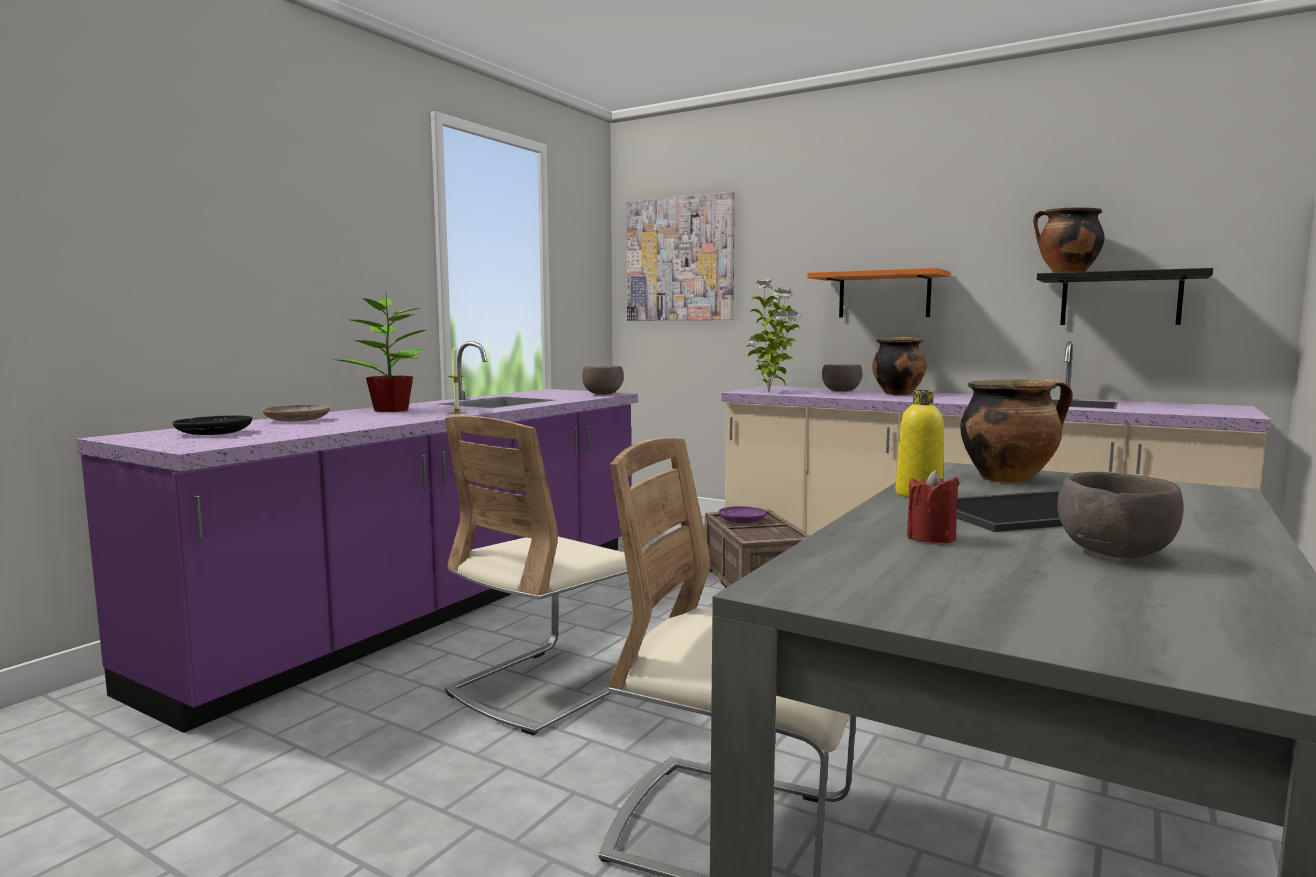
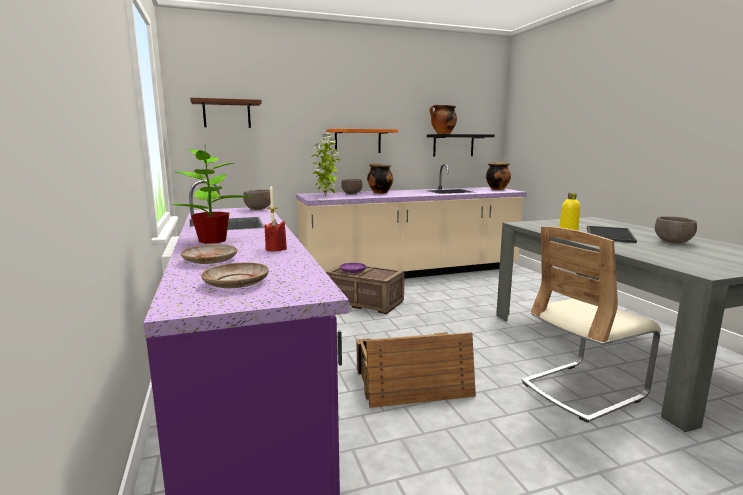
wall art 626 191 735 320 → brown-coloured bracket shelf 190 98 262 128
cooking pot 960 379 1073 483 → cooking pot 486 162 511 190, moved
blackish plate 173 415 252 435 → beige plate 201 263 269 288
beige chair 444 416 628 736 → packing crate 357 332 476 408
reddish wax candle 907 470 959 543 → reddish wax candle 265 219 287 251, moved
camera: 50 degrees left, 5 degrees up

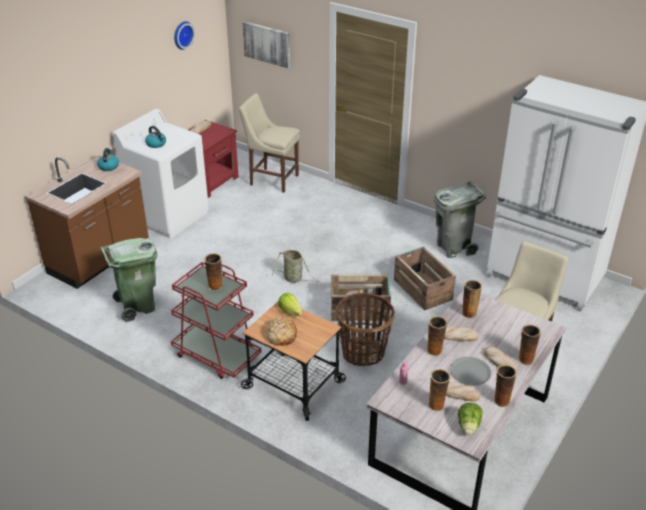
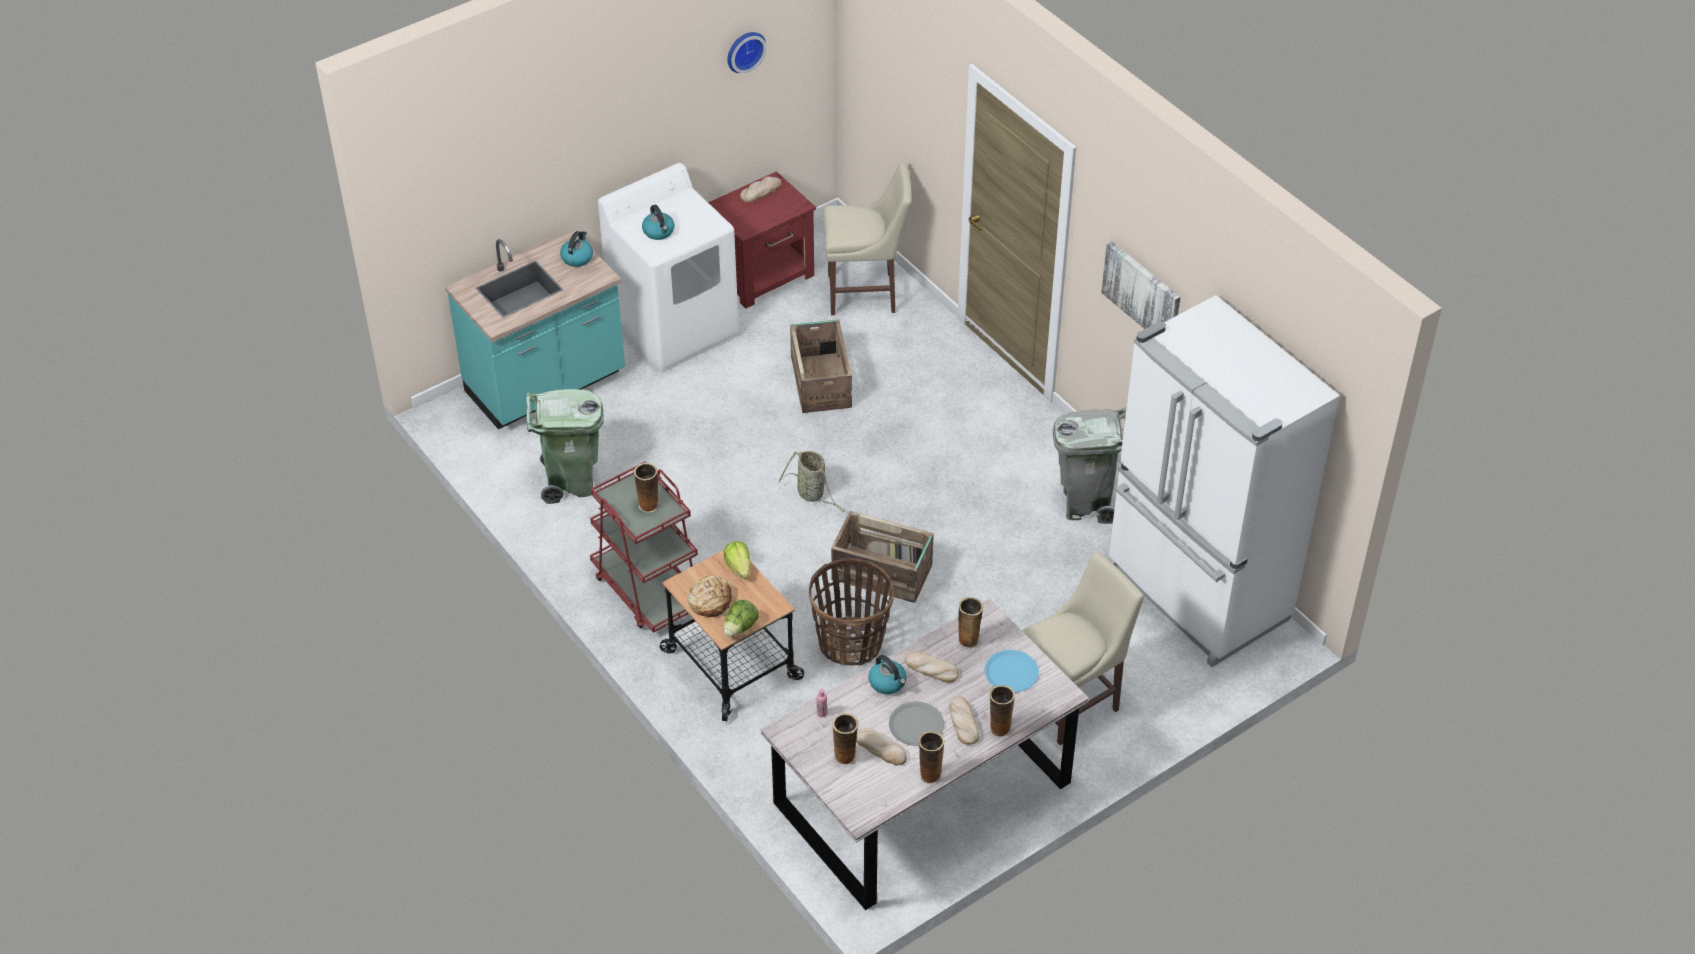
wall art 242 21 290 68 → wall art 1101 241 1180 329, moved
beige chair 239 93 300 193 → beige chair 823 163 912 315, 135 degrees clockwise
brown-coloured kitchen base unit 25 155 149 289 → turquoise-coloured kitchen base unit 445 230 625 429
packing crate 394 247 456 310 → packing crate 790 319 852 413, moved
vase 427 316 447 356 → tea kettle 868 655 907 694
lettuce head 458 402 482 435 → lettuce head 723 600 759 637, moved
- → blue-coloured plate 985 650 1039 692
camera: 20 degrees right, 10 degrees up

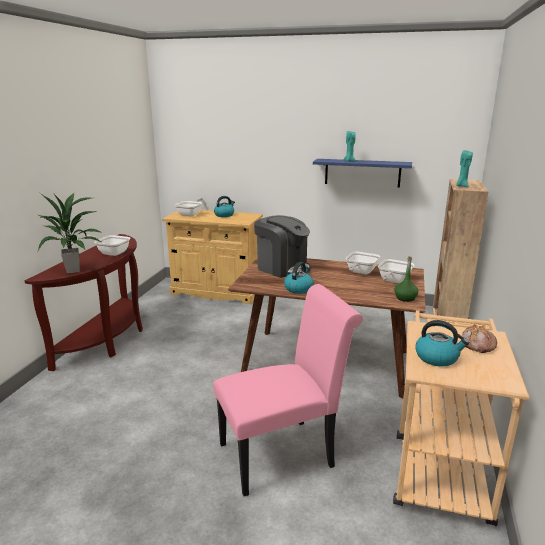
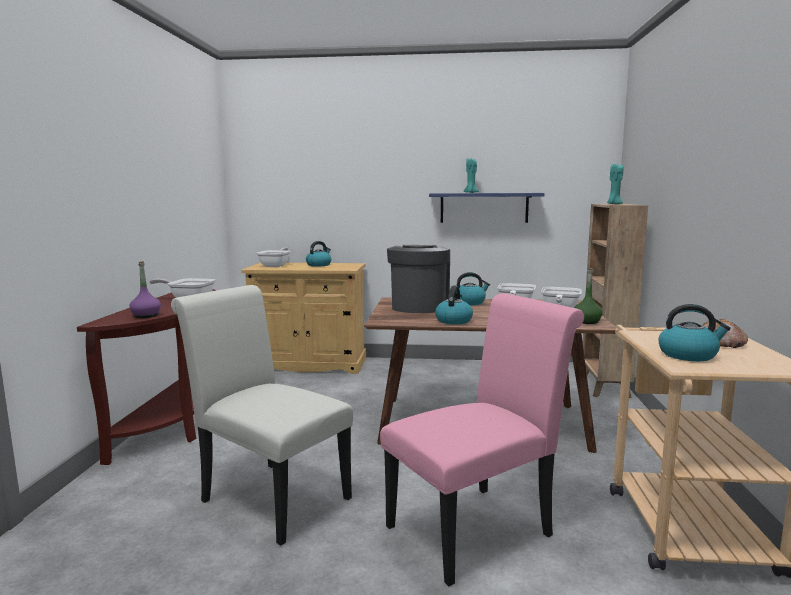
plant in a pot 36 193 103 274 → purple drink bottle 129 261 161 318
coffee brewer 254 215 311 278 → coffee brewer 387 245 450 313, 105 degrees counterclockwise
- → tea kettle 454 272 490 305
- → white chair 171 285 353 545
camera: 10 degrees left, 10 degrees down

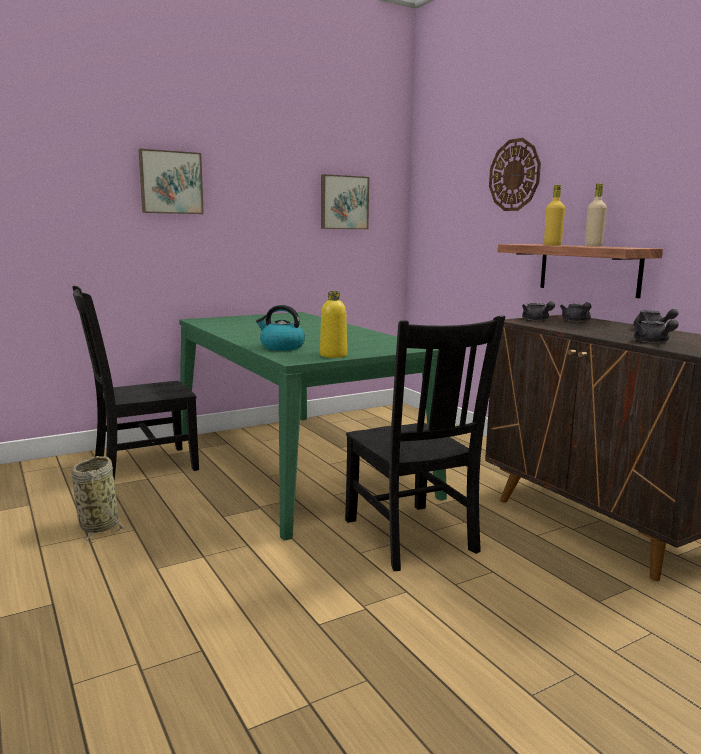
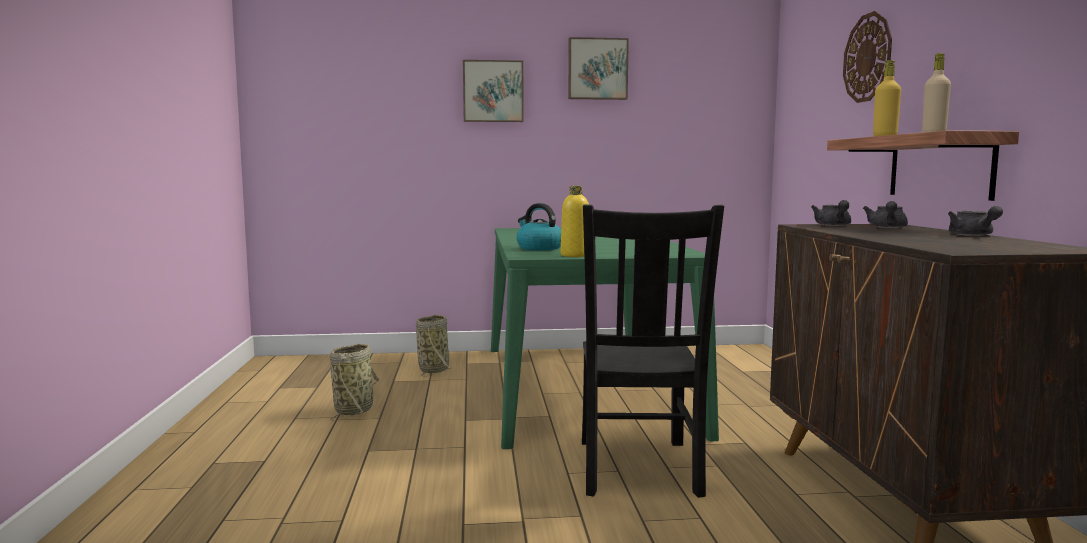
wall art 321 174 369 229 → wall art 568 37 629 100, moved
blackish chair 72 286 199 481 → storage basket 416 315 450 377
greyish teapot 634 320 679 343 → -
camera: 25 degrees right, 5 degrees down

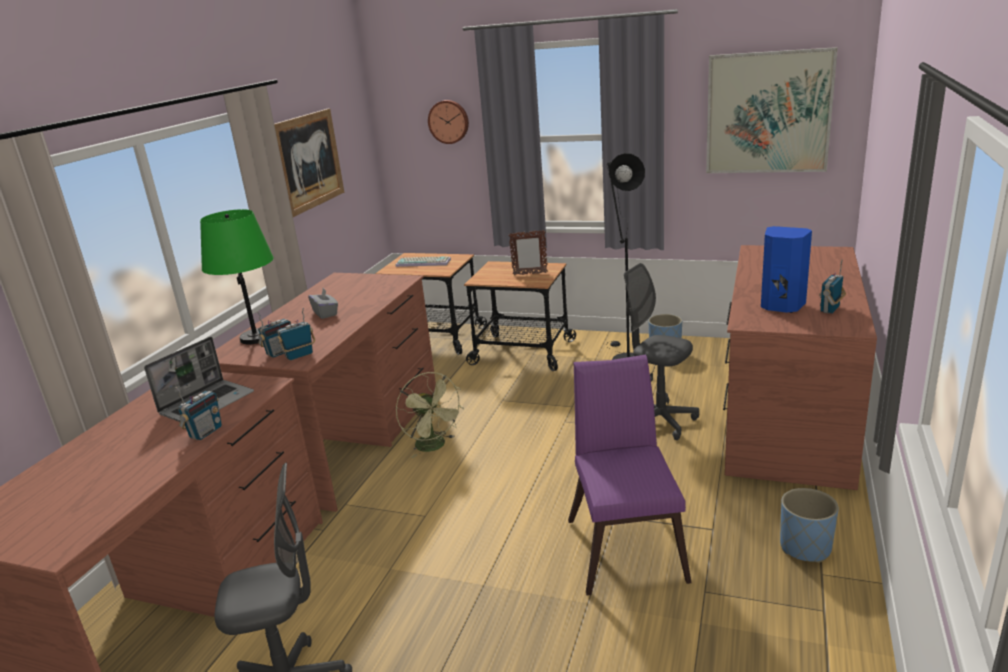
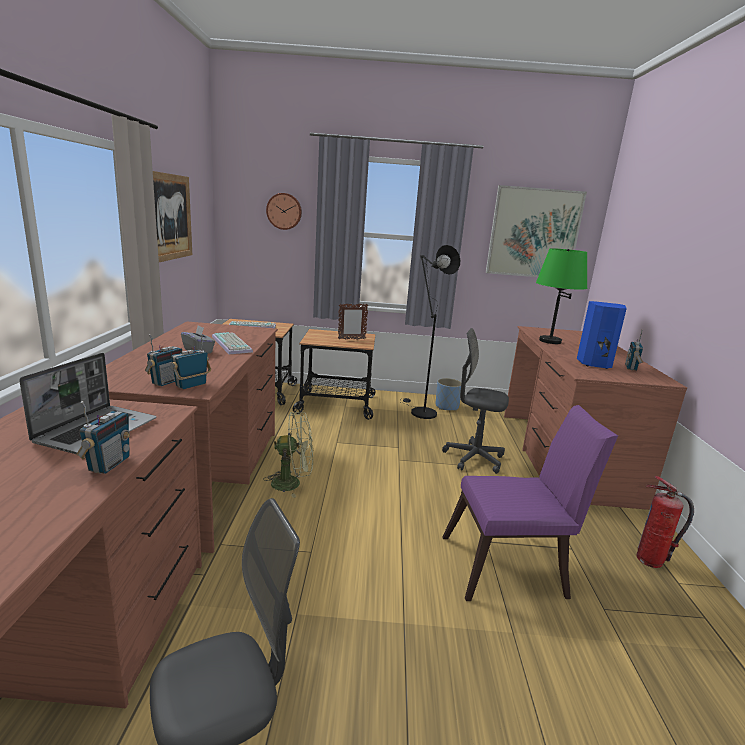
green lamp for a table 200 209 274 345 → green lamp for a table 536 248 587 344, moved
purple chair 568 355 692 595 → purple chair 442 405 618 601, 105 degrees clockwise
green electric fan 396 372 464 458 → green electric fan 263 412 313 498, 45 degrees counterclockwise
blue-coloured flower pot 780 488 839 563 → fire extinguisher 636 476 694 568
- → keyboard 212 332 253 354
camera: 20 degrees left, 5 degrees down

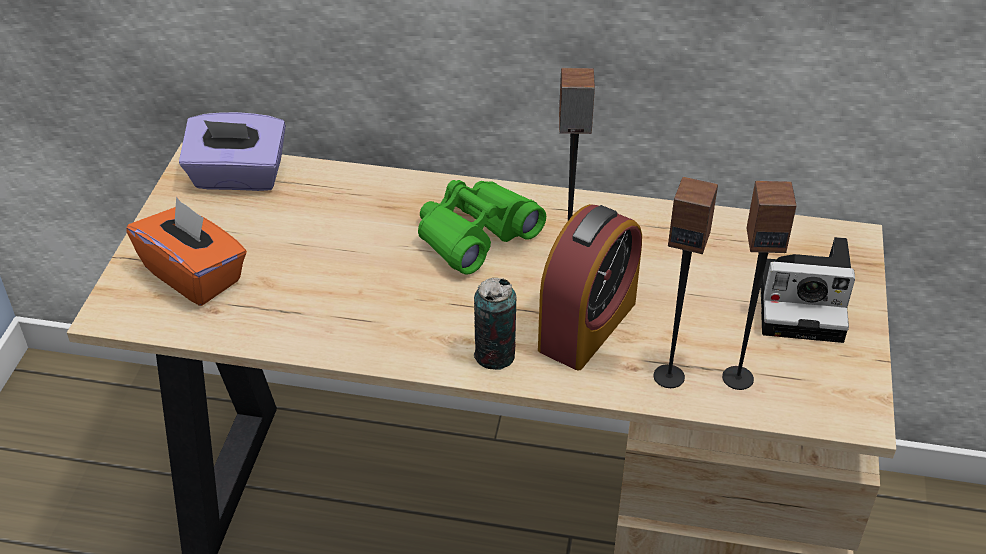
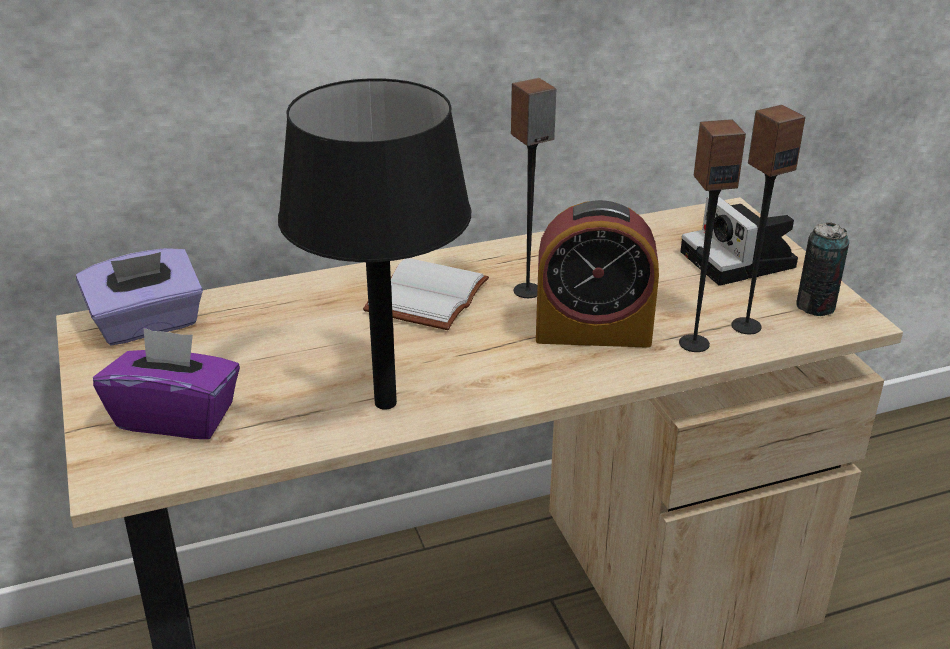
green field glasses 418 180 546 274 → white volume 363 258 489 330
orangey tissue box 126 197 247 306 → purple tissue box 93 328 240 439
bedside clock 538 204 642 370 → bedside clock 536 200 659 348, 90 degrees clockwise
photo camera 761 237 855 343 → photo camera 680 196 798 286, 90 degrees clockwise
can 474 278 517 370 → can 796 222 849 316, moved
- → blackish lamp for a table 278 78 471 410
camera: 30 degrees left, 10 degrees down

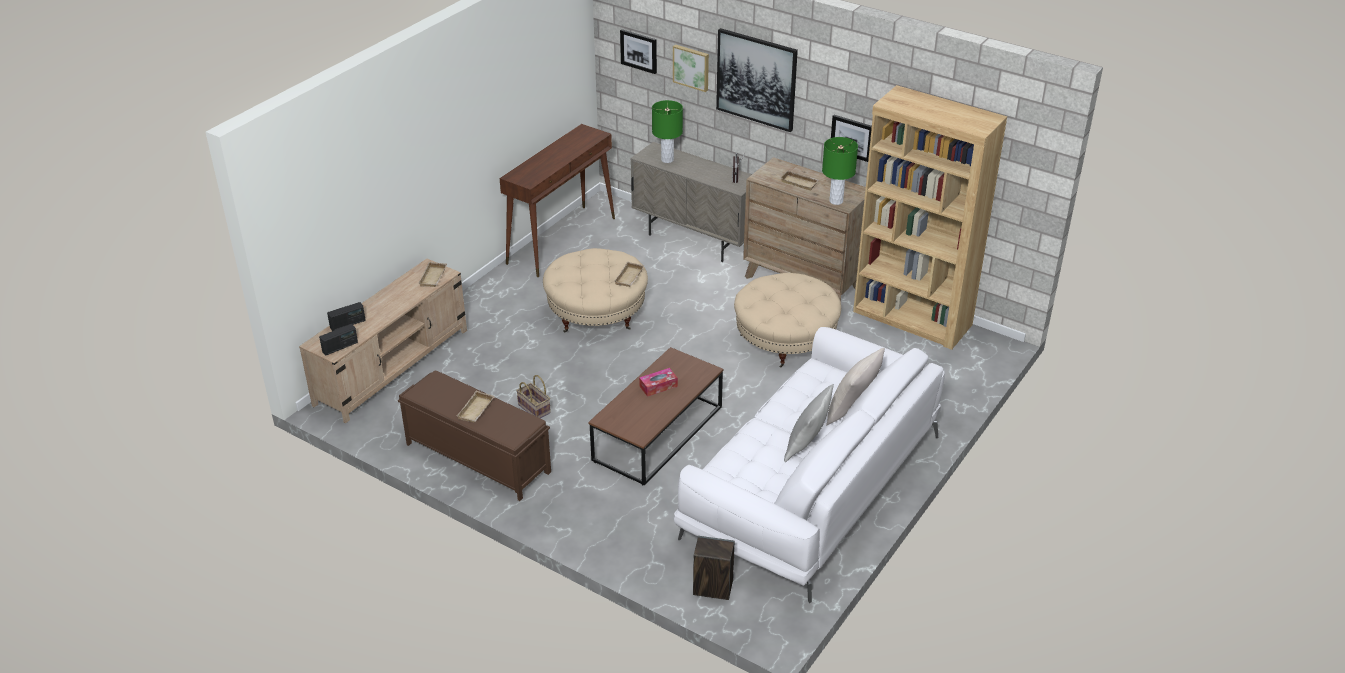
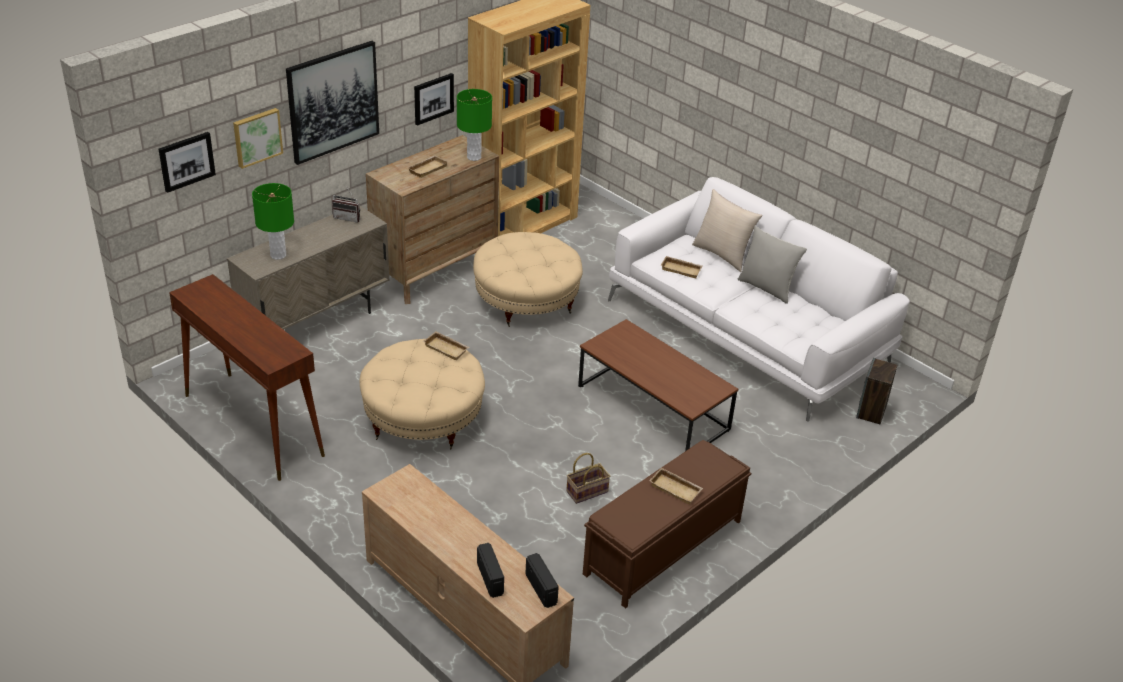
beige serving tray 418 262 447 287 → beige serving tray 661 256 703 278, moved
tissue box 639 368 678 397 → -
camera: 80 degrees left, 0 degrees up

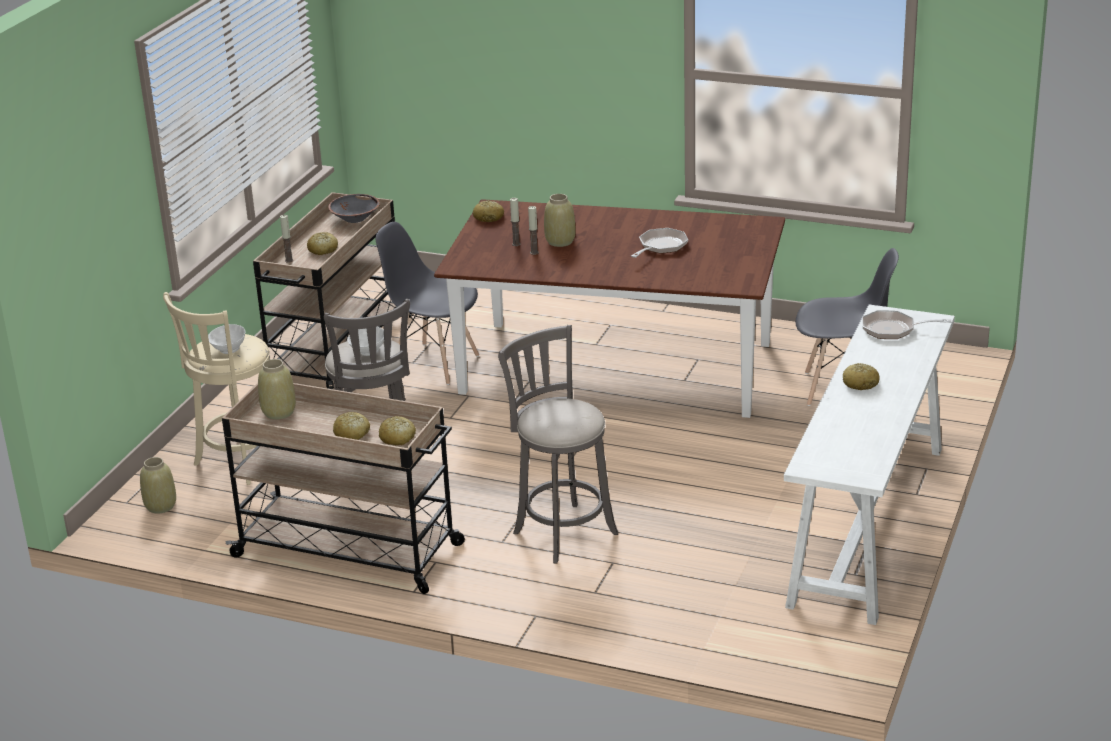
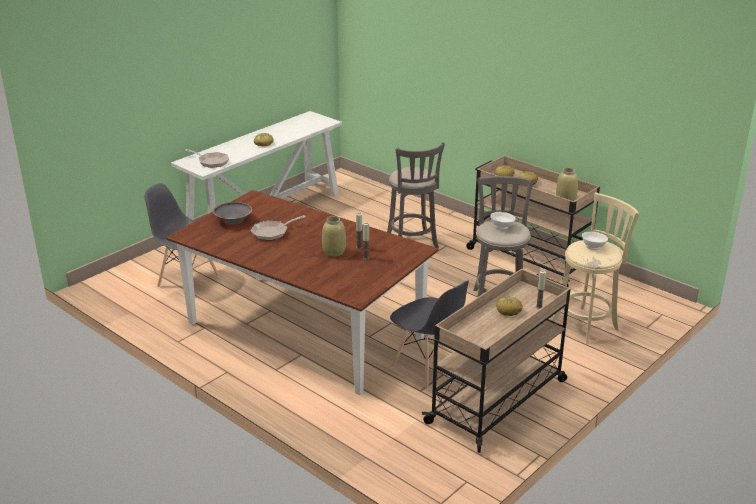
greyish bowl 328 194 380 223 → greyish bowl 213 202 252 224, moved
bakery bread 473 200 504 222 → -
beige vase 140 457 176 514 → -
camera: 160 degrees left, 0 degrees up

